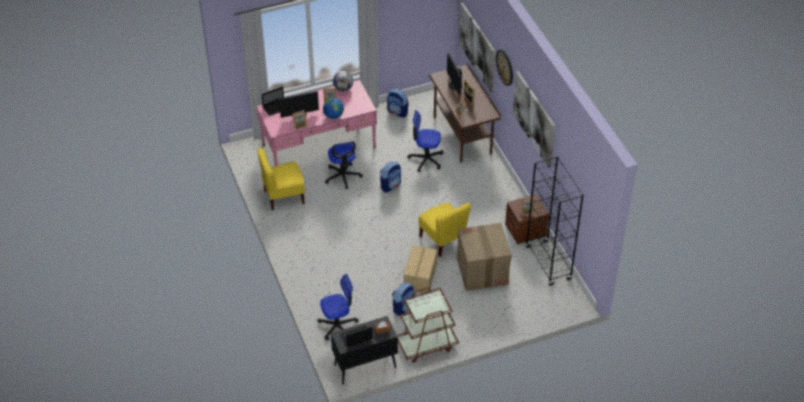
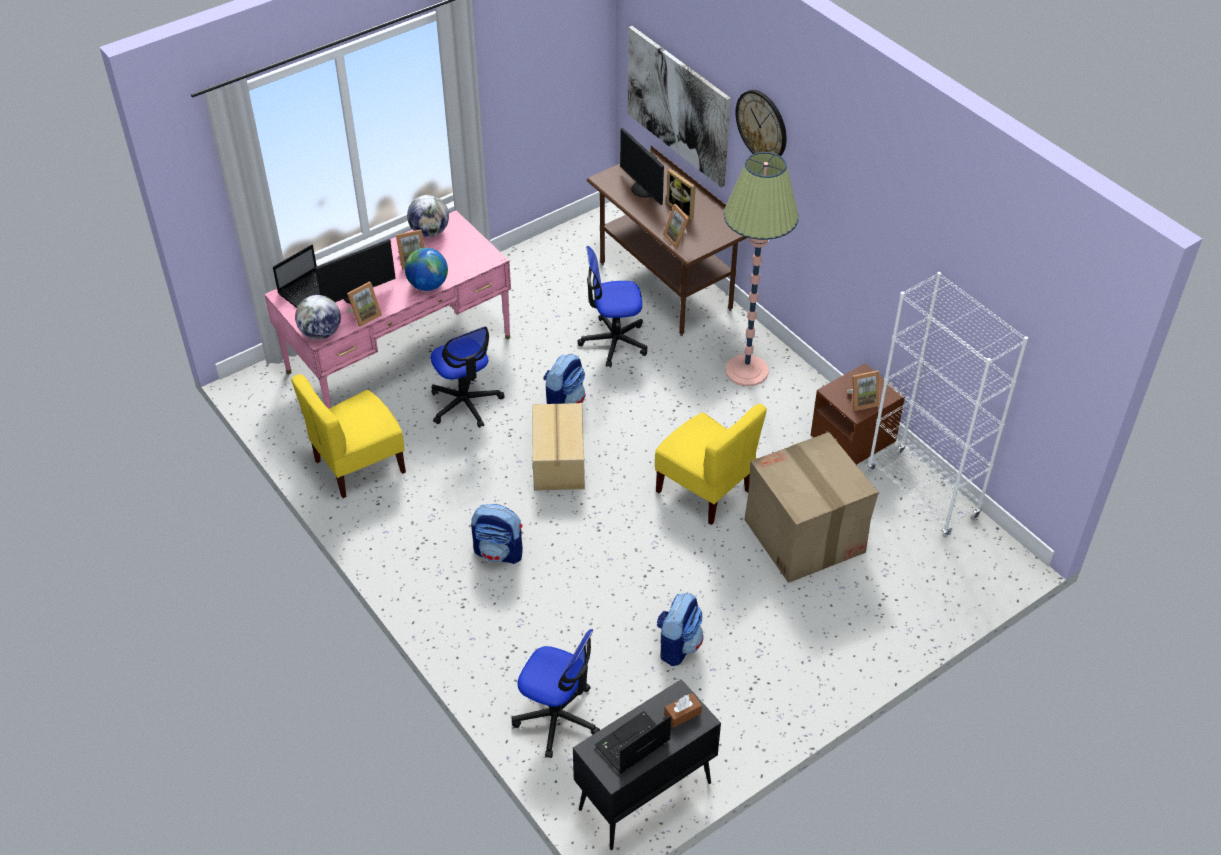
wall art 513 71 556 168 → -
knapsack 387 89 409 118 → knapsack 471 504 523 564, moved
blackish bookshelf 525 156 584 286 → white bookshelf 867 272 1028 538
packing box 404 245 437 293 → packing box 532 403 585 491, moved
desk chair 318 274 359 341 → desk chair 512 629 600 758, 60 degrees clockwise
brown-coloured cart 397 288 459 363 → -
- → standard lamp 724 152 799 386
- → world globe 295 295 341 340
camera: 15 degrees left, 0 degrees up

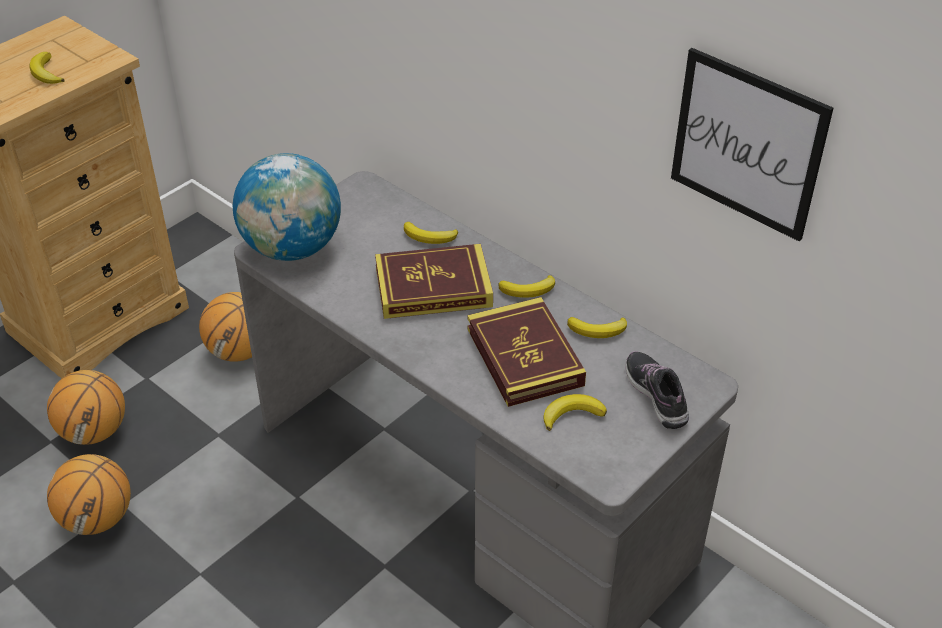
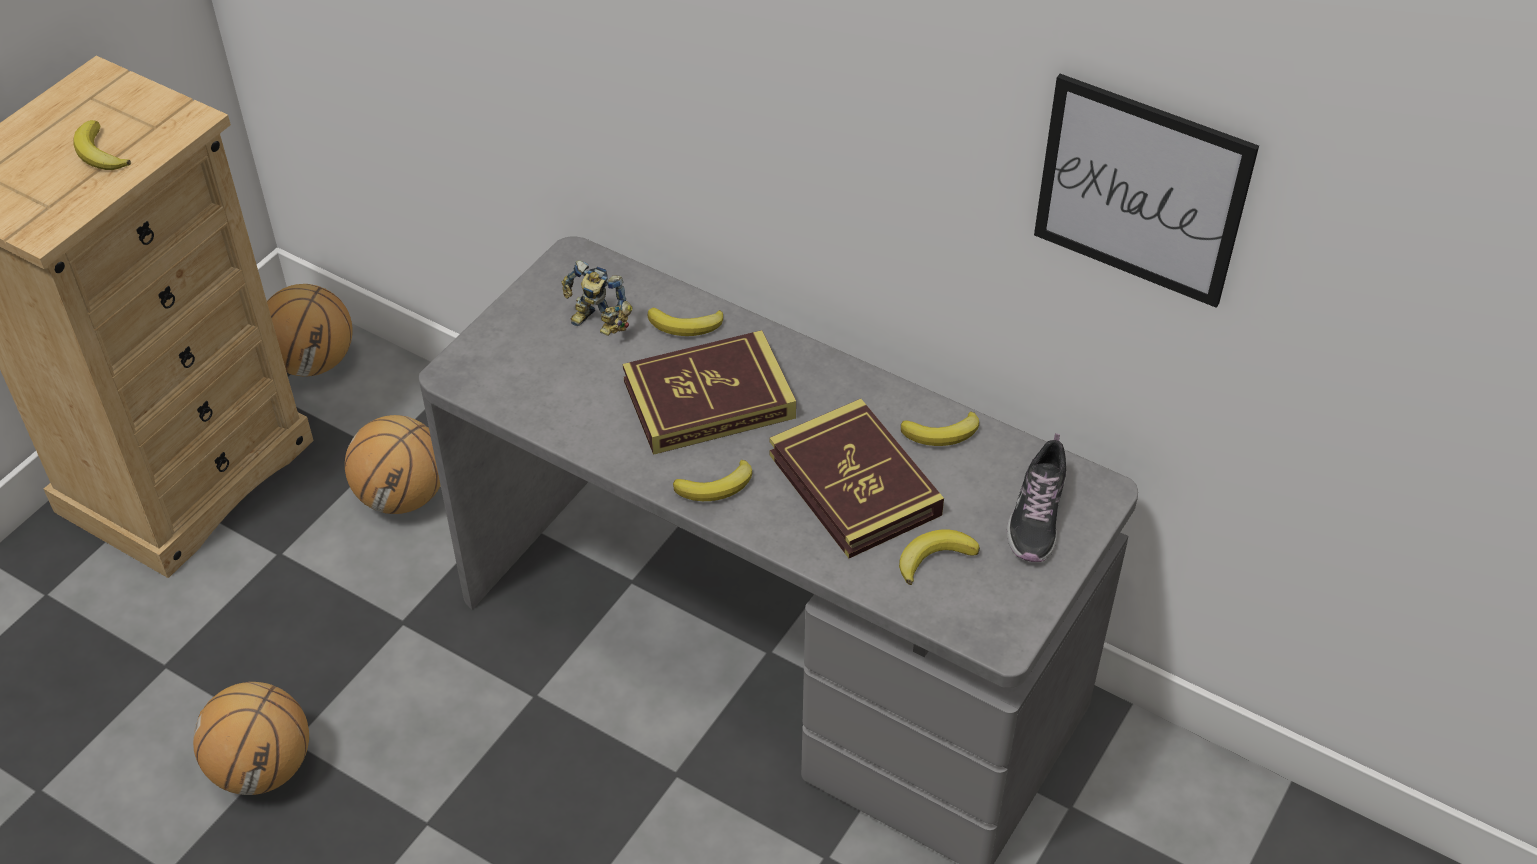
world globe 233 153 341 261 → -
banana 499 275 555 298 → banana 673 460 753 501, moved
low shoe 626 351 689 429 → low shoe 1007 433 1066 562, 135 degrees counterclockwise
basketball 47 370 125 445 → basketball 267 284 353 376, moved
- → robot figure 562 260 633 336
camera: 10 degrees left, 5 degrees up

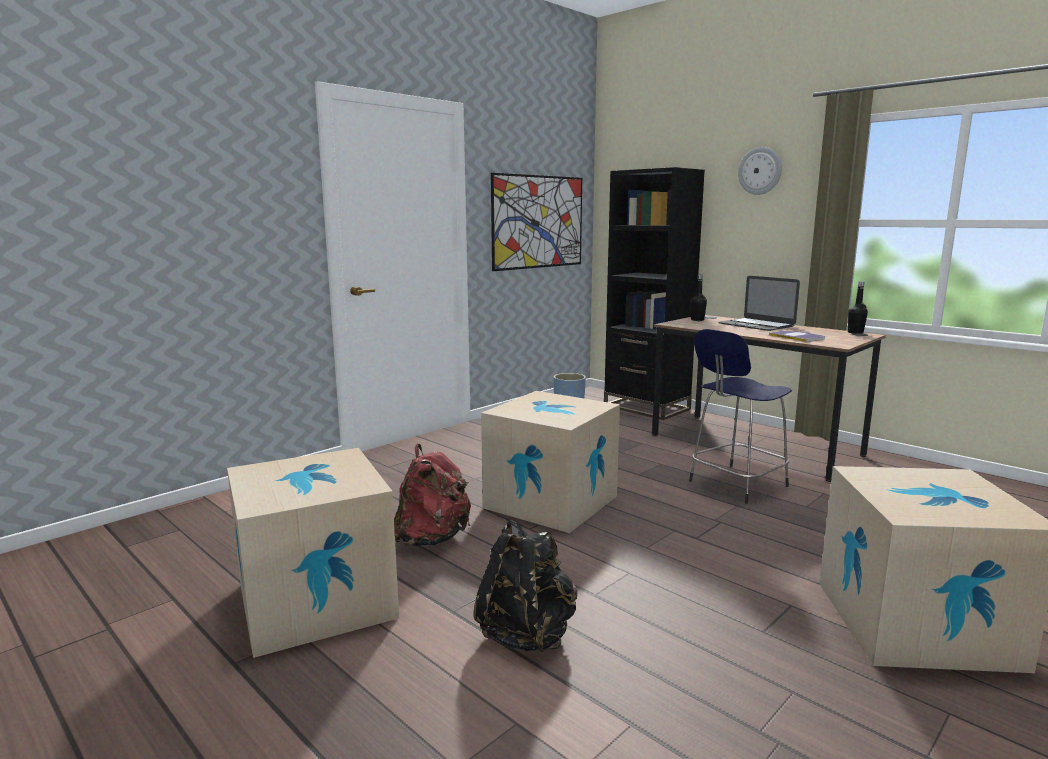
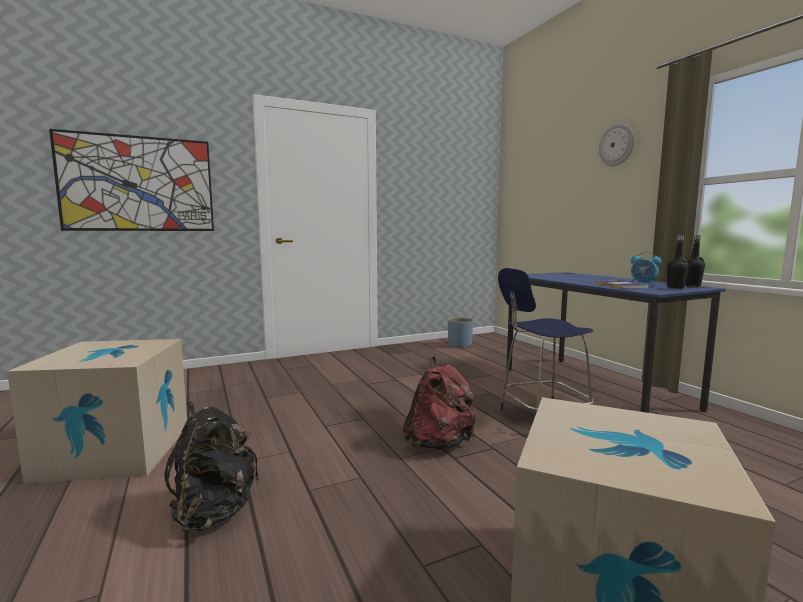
blackish bookshelf 604 167 705 420 → -
wall art 491 173 582 271 → wall art 49 129 214 231, moved
blackish drink bottle 691 275 707 321 → blackish drink bottle 667 235 689 289, moved
notebook computer 718 276 800 331 → -
brown-coloured desk unit 652 315 886 482 → blue-coloured desk unit 506 272 726 413
packing box 481 391 620 533 → -
reddish knapsack 394 444 471 547 → reddish knapsack 403 356 477 450, moved
- → bedside clock 631 251 661 285
camera: 20 degrees right, 5 degrees down

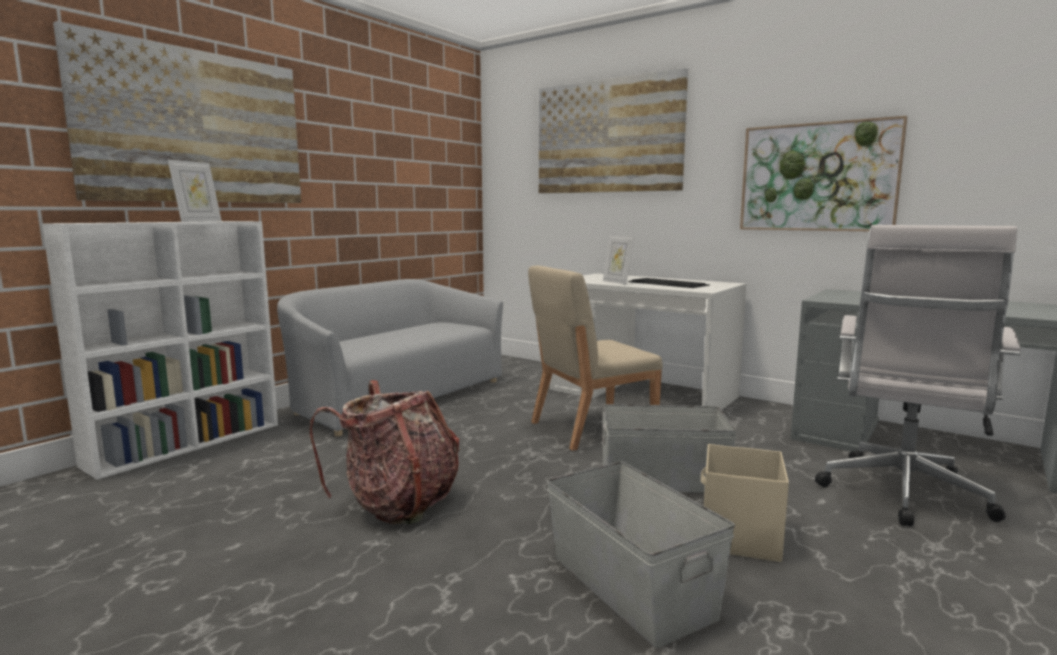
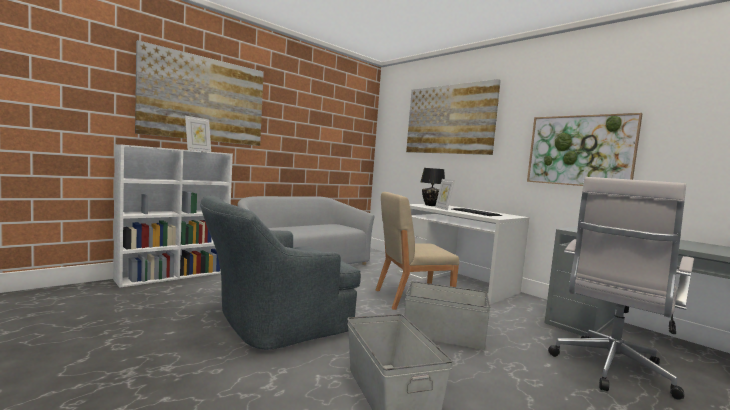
knapsack 310 380 460 524 → greyish easy chair 200 195 361 350
beige storage box 701 444 789 562 → -
- → blackish lamp for a table 421 168 445 206
camera: 10 degrees right, 5 degrees down

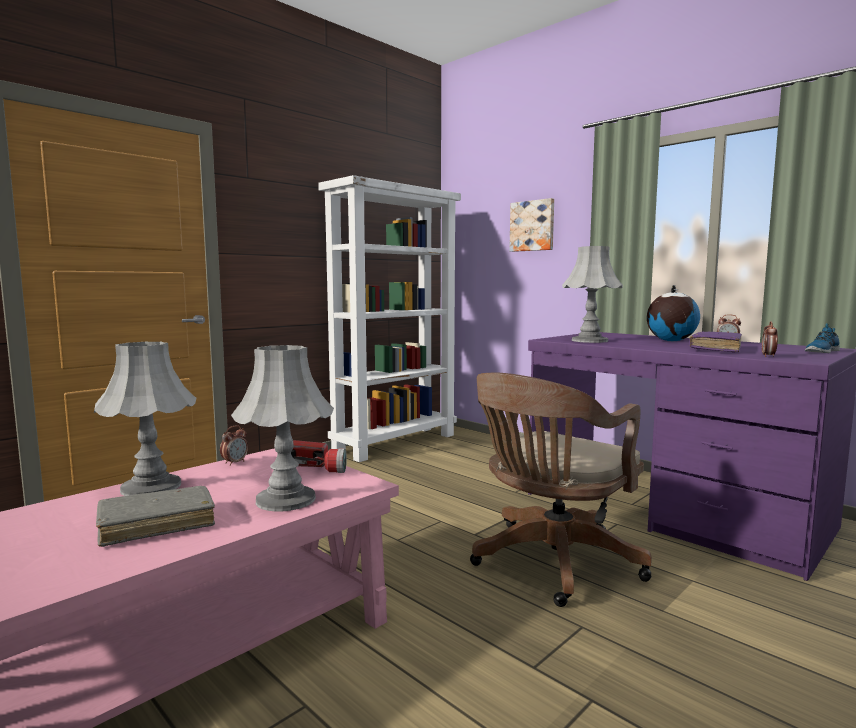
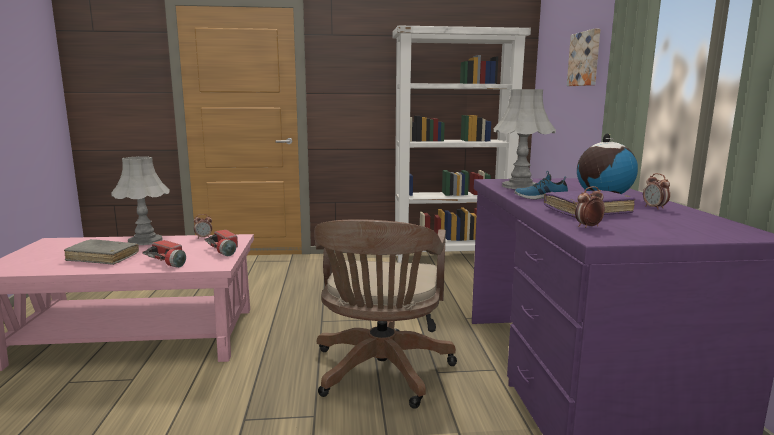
low shoe 805 323 840 353 → low shoe 514 171 568 199, moved
greyish lamp for a table 231 345 334 511 → torch 142 240 186 268
brown-coloured desk chair 470 373 652 607 → brown-coloured desk chair 314 219 457 409, 75 degrees counterclockwise
camera: 40 degrees right, 5 degrees up

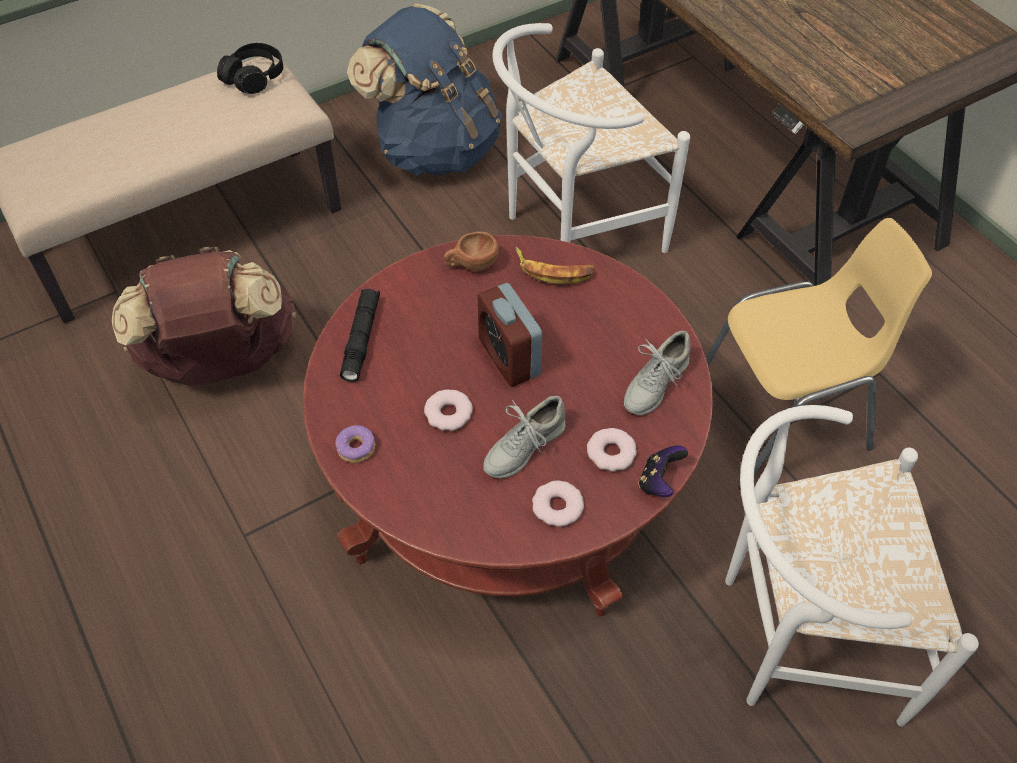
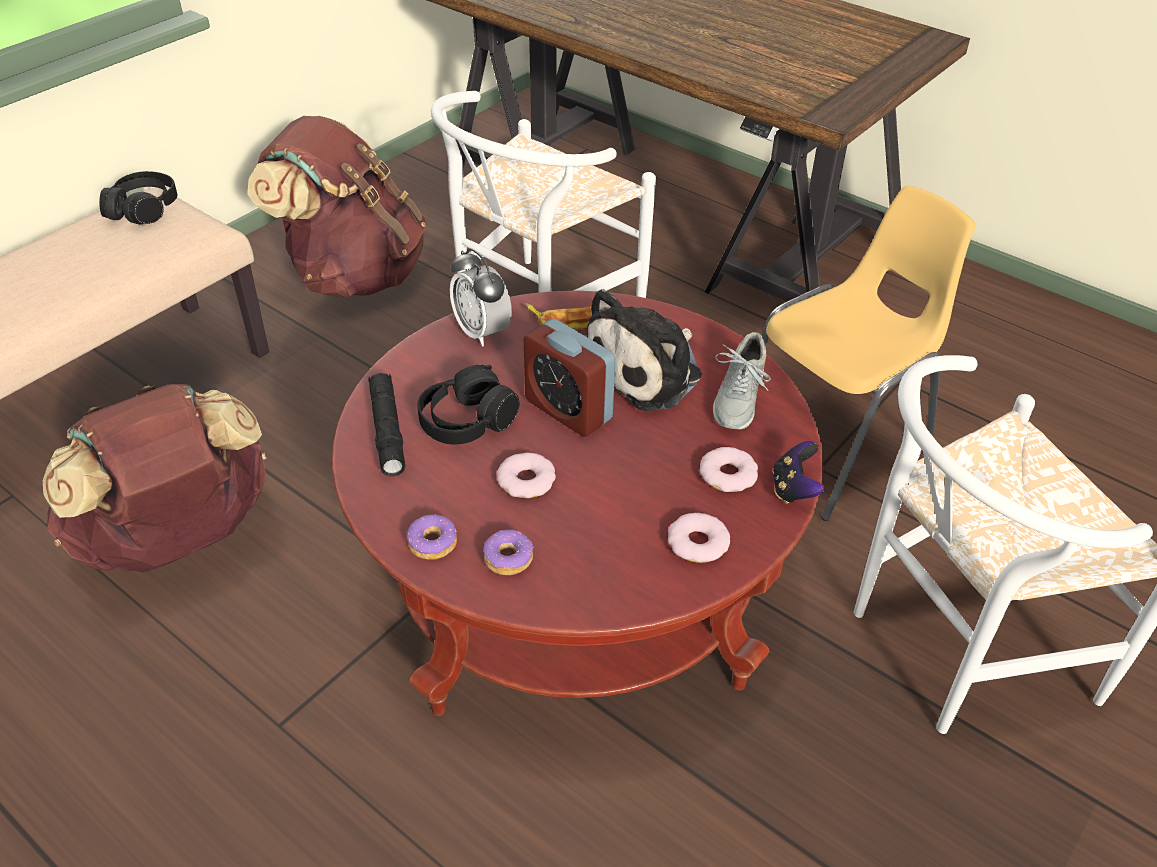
blue-coloured knapsack 347 4 502 175 → brown-coloured knapsack 247 116 426 298
brown-coloured small cup 444 231 499 271 → bedside clock 450 248 512 347
greyish low shoe 483 396 565 478 → -
- → soft toy 587 289 702 411
- → blackish headphones 417 365 519 445
- → donut 483 530 534 575
camera: 20 degrees left, 10 degrees down

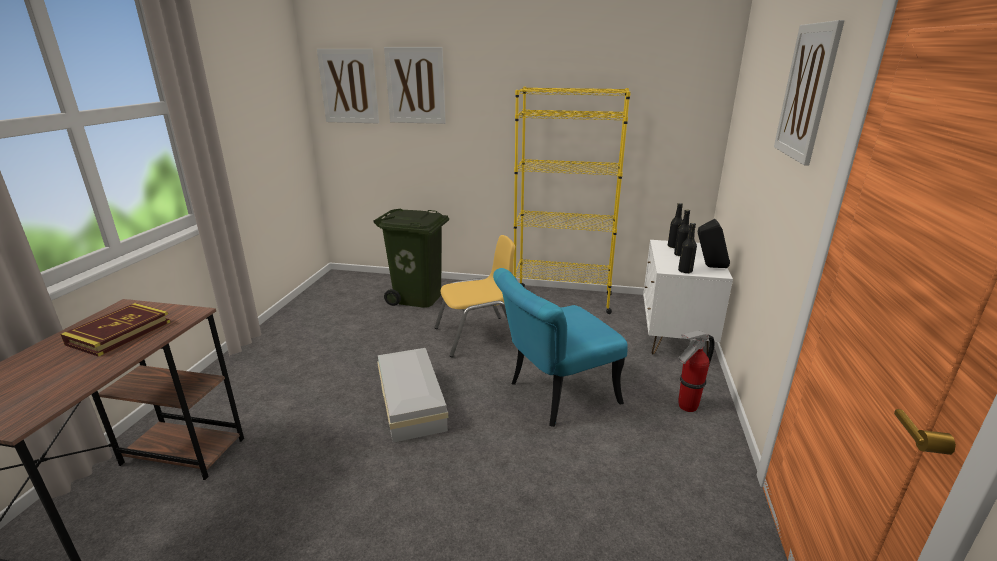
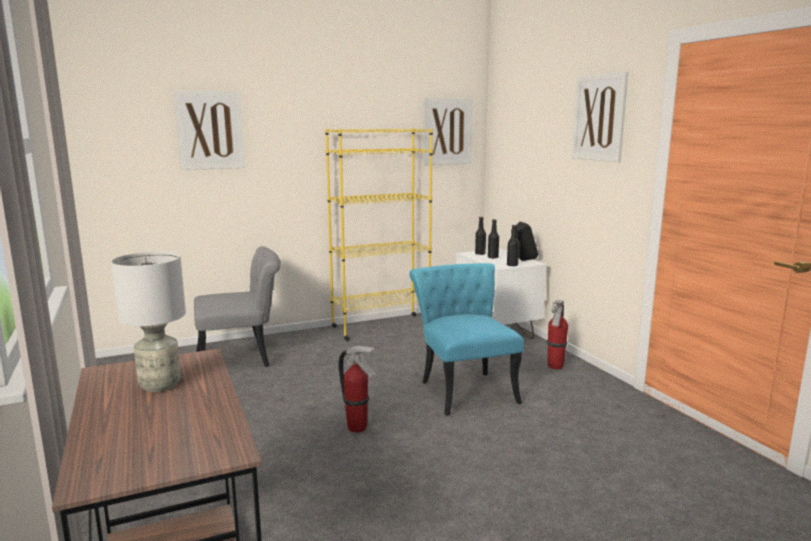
wall art 317 49 379 123 → wall art 423 98 473 165, moved
green trash can 373 209 449 308 → greyish chair 194 246 281 367
yellowish chair 434 235 515 357 → -
turquoise-coloured chair 493 268 628 427 → turquoise-coloured chair 409 263 524 416, 135 degrees clockwise
volume 60 303 170 357 → greyish lamp for a table 111 252 186 392
white storage box 377 348 448 443 → fire extinguisher 338 346 377 433
camera: 35 degrees left, 10 degrees down

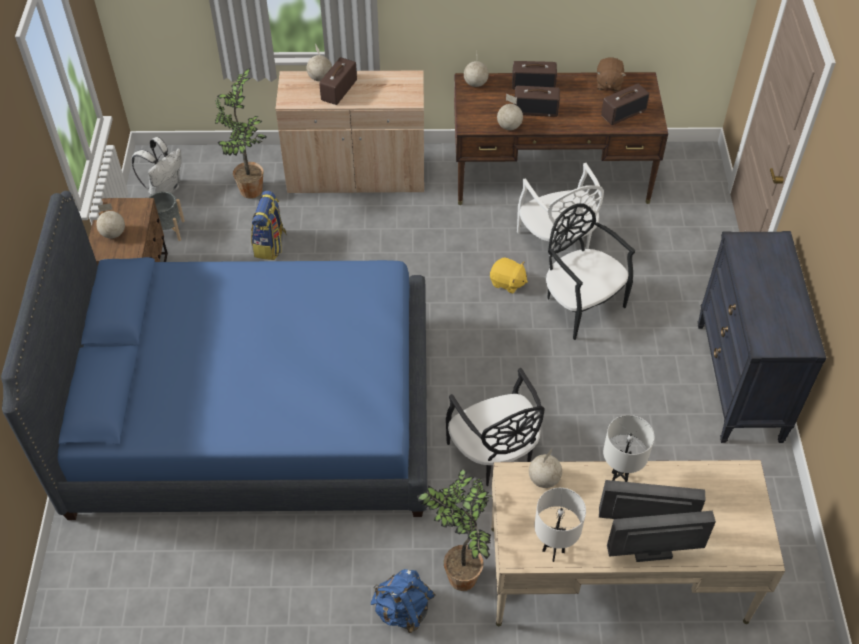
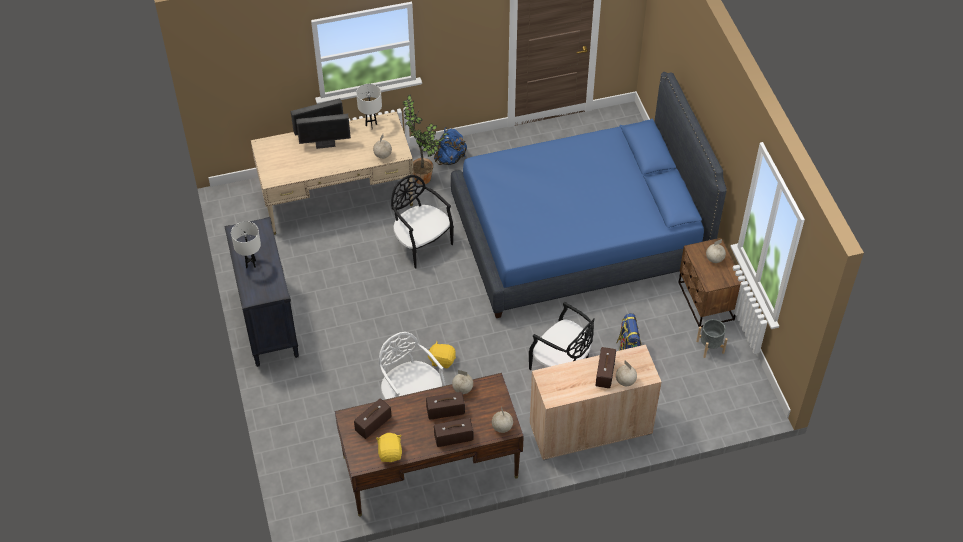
brown-coloured soft toy 596 57 626 91 → yellowish soft toy 376 433 402 462
plant in a pot 215 68 267 199 → -
white knapsack 132 137 182 195 → -
blackish chair 546 204 635 340 → blackish chair 529 302 595 370, moved
white lamp for a table 603 415 654 482 → white lamp for a table 231 221 261 268, moved
camera: 165 degrees right, 0 degrees up

